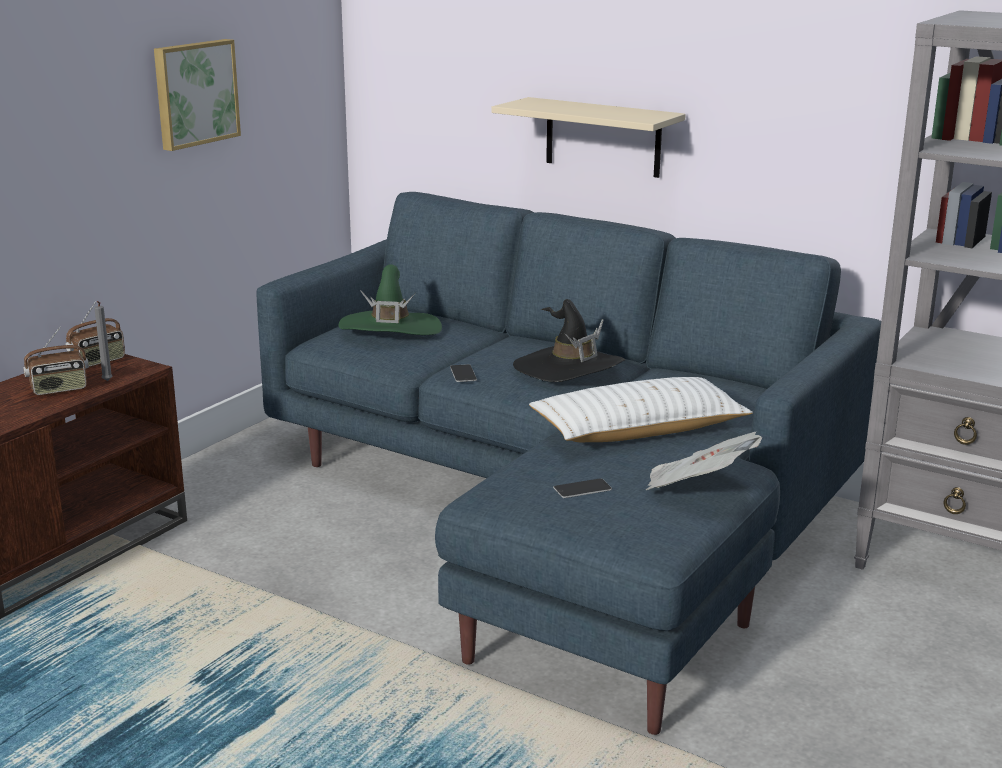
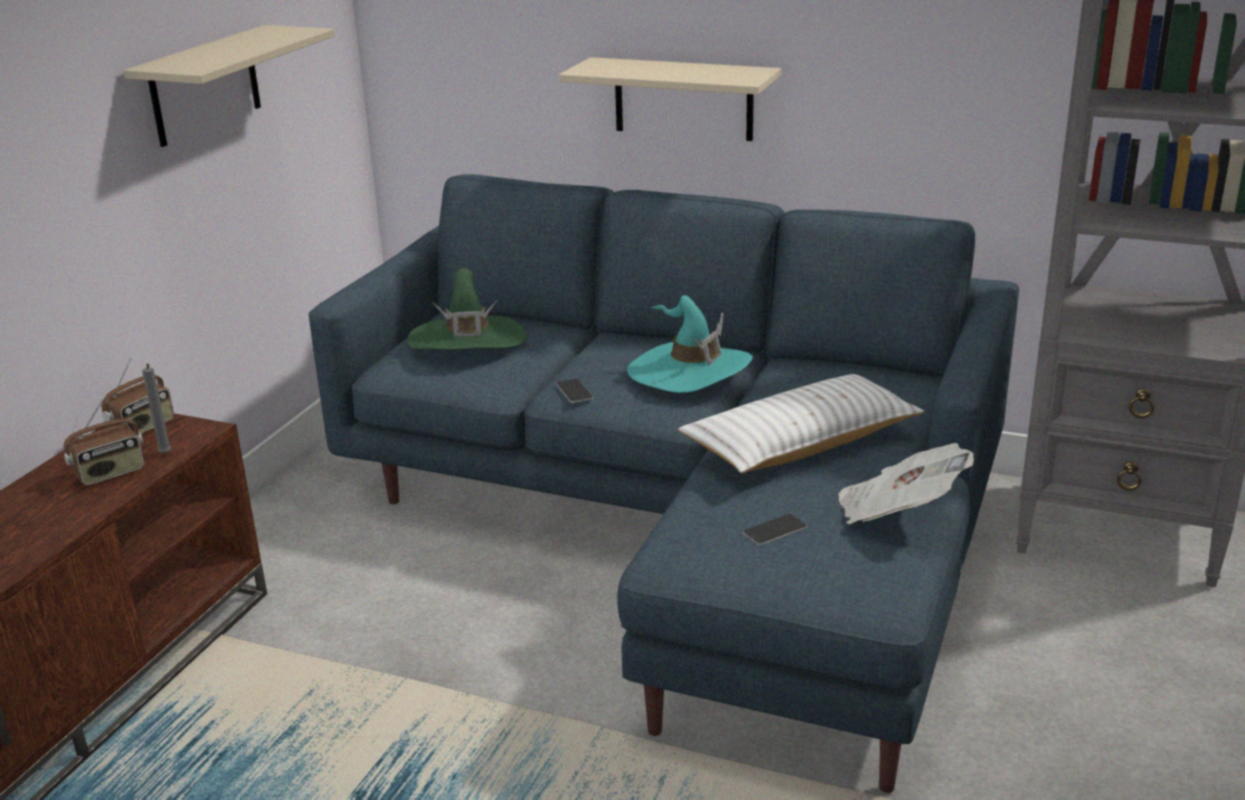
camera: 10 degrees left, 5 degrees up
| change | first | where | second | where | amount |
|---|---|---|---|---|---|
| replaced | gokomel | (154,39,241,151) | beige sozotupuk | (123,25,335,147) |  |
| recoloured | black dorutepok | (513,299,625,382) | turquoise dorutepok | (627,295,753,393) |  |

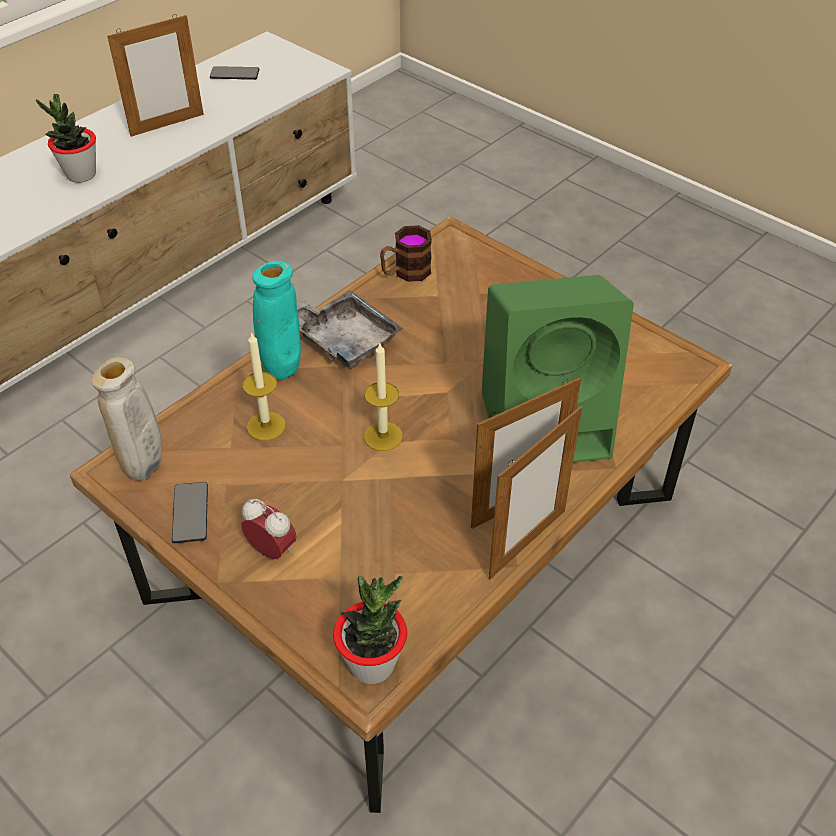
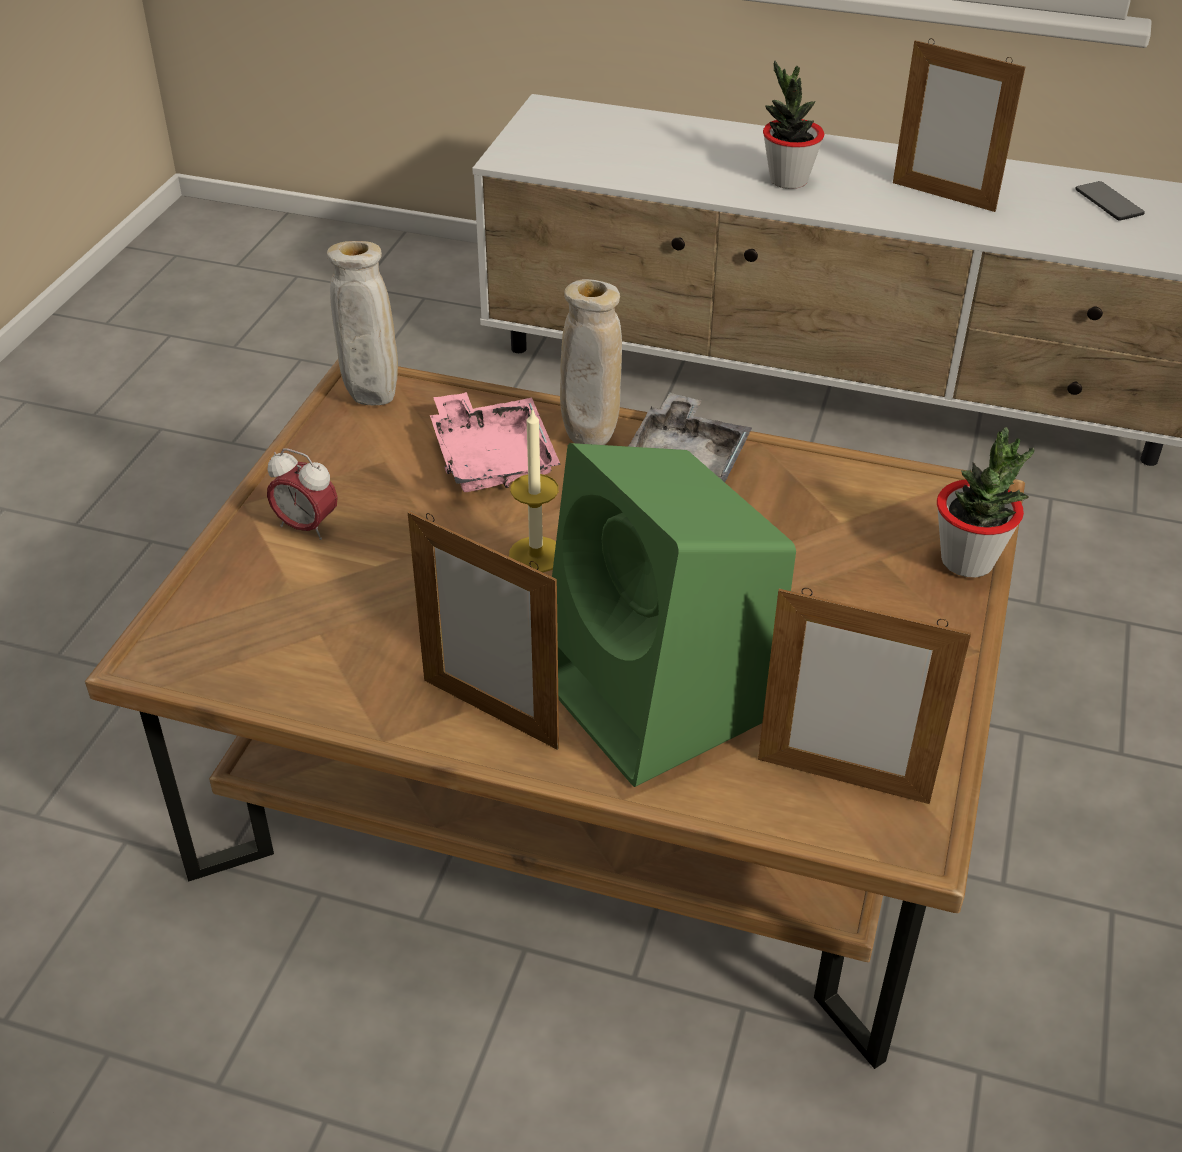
camera: 65 degrees right, 5 degrees down
| change | first | where | second | where | amount |
|---|---|---|---|---|---|
| removed | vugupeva | (172,482,208,543) |  |  |  |
| turned | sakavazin | (241,499,296,559) |  | (267,448,338,540) | 105 degrees clockwise |
| replaced | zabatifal | (242,332,286,440) | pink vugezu | (430,392,561,492) |  |
| recoloured | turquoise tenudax | (252,261,301,380) | beige tenudax | (560,279,622,445) |  |
| moved | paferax | (333,576,407,684) |  | (937,427,1034,577) |  |
| removed | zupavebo | (380,225,432,282) |  |  |  |
| moved | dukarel | (489,406,582,579) |  | (758,588,971,804) |  |

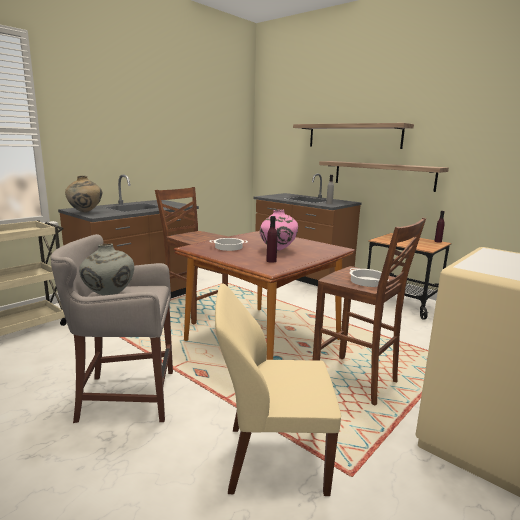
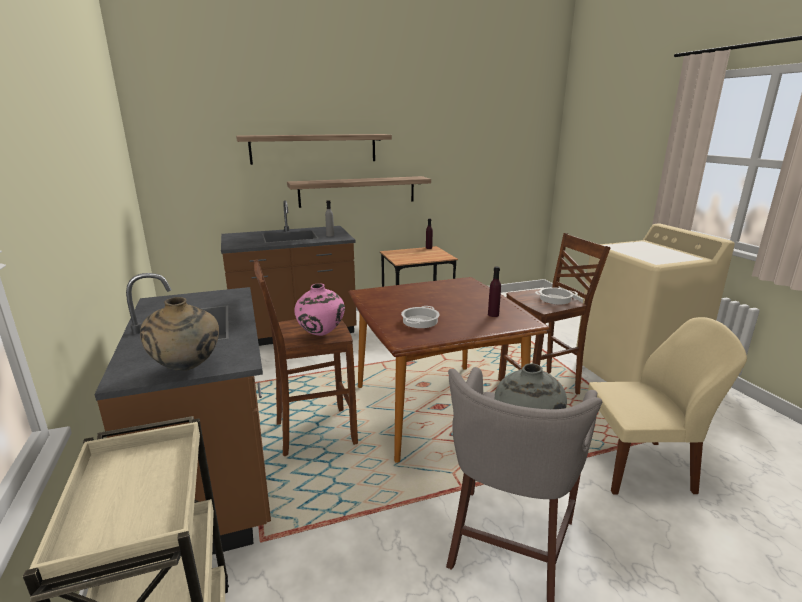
camera: 60 degrees left, 5 degrees up
| change | first | where | second | where | amount |
|---|---|---|---|---|---|
| turned | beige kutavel | (215,283,341,496) |  | (588,317,747,495) | 120 degrees counterclockwise |
| moved | pink tenudax | (260,209,298,251) |  | (294,283,345,336) |  |

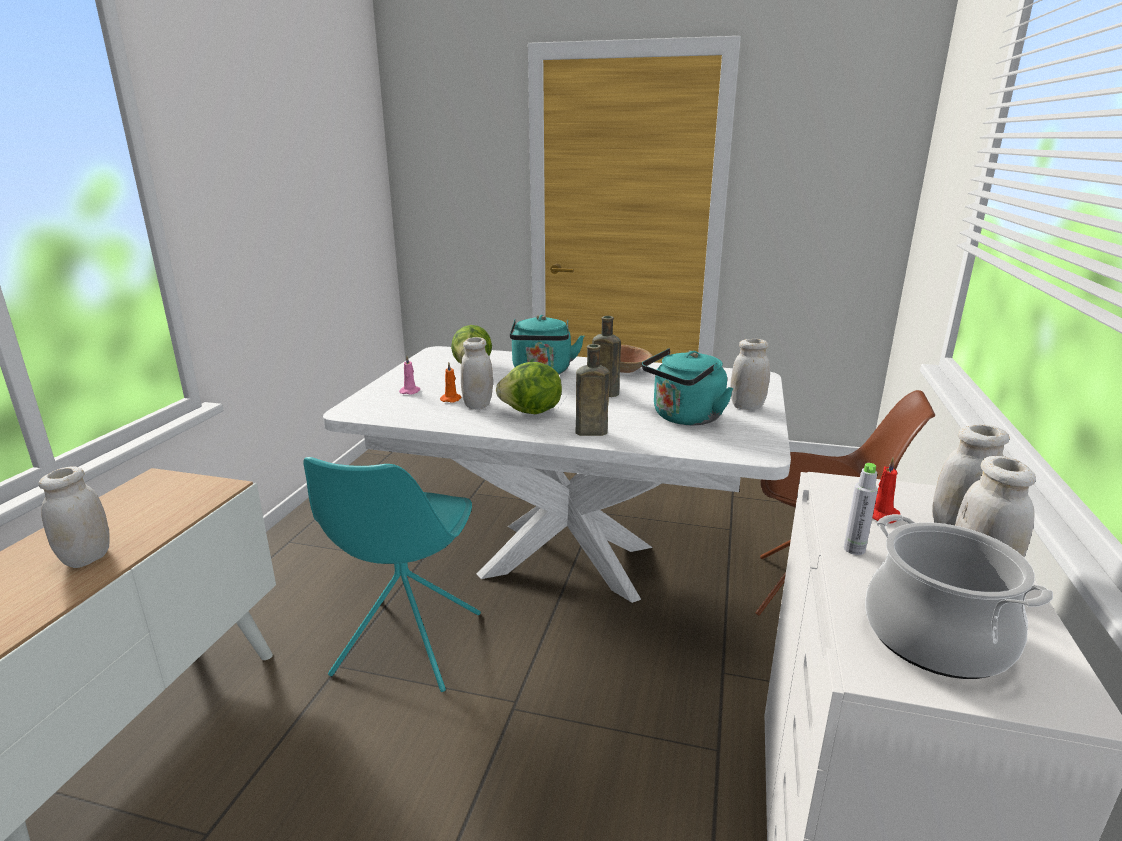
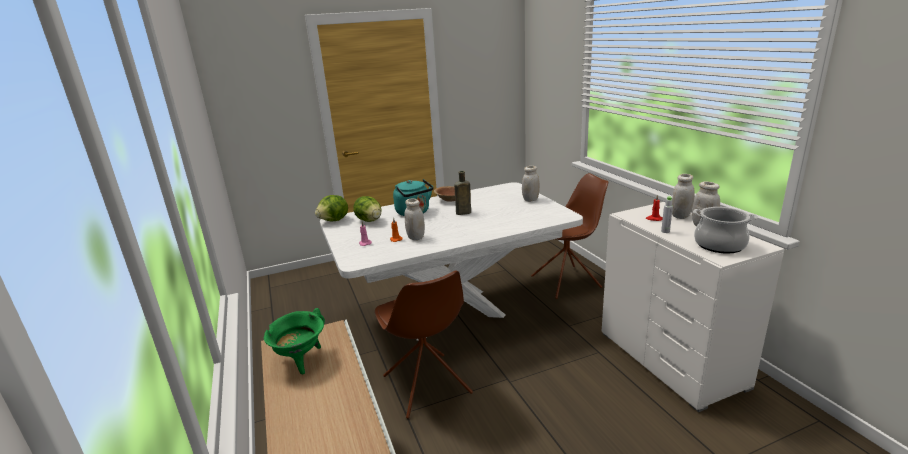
camera: 35 degrees left, 0 degrees up
| change | first | where | second | where | amount |
|---|---|---|---|---|---|
| removed | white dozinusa | (39,466,110,568) |  |  |  |
| recoloured | turquoise kutavel | (303,457,481,692) | brown kutavel | (375,271,473,419) |  |
| moved | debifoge | (496,362,562,414) |  | (315,195,348,222) |  |
| removed | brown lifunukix | (576,344,610,436) |  |  |  |
| removed | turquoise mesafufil | (642,348,733,425) |  |  |  |
| added |  |  | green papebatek | (264,308,325,374) |  |

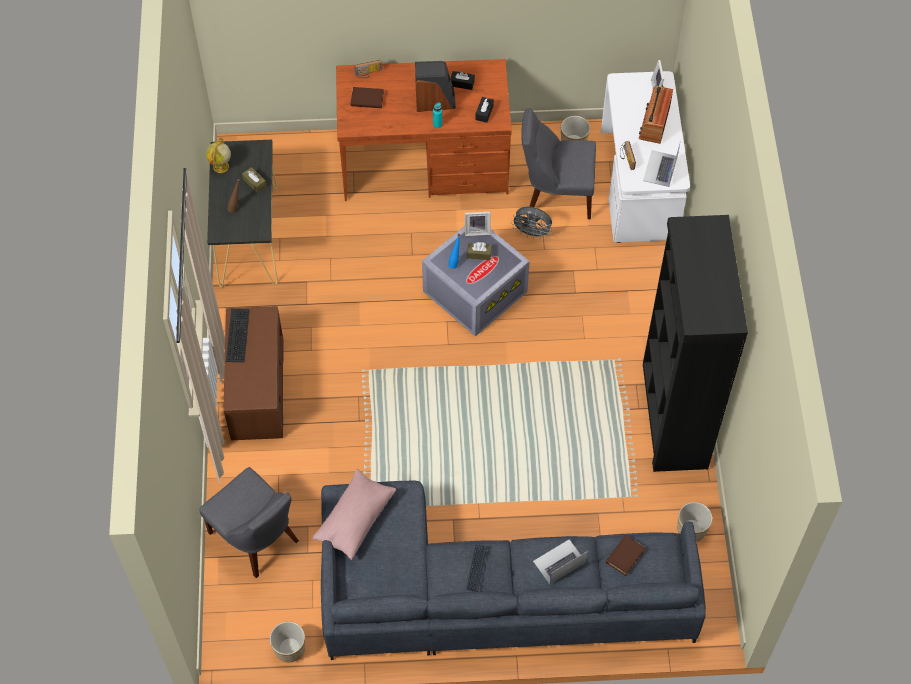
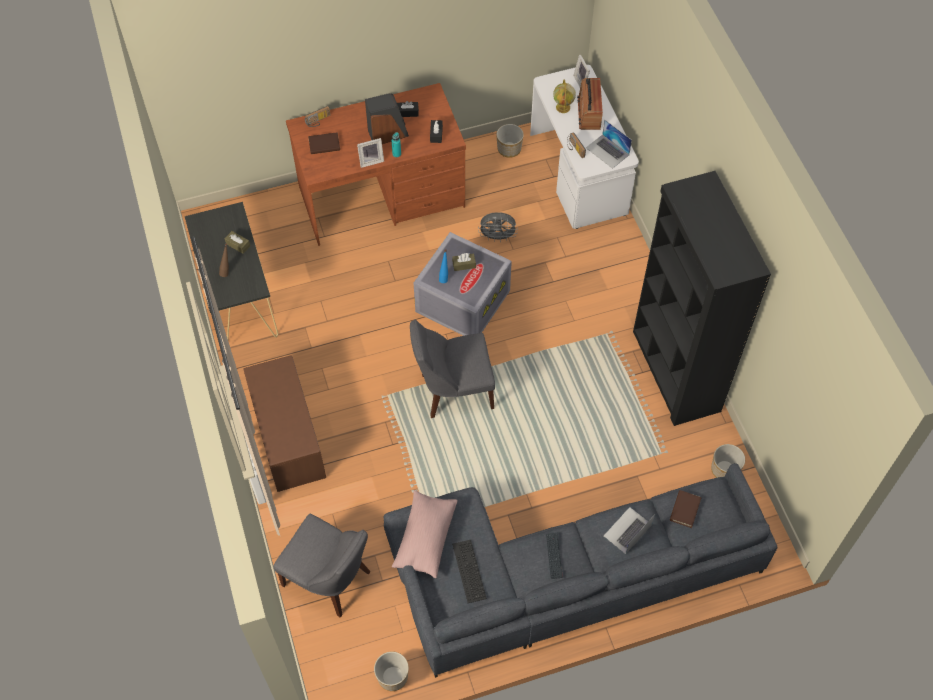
camera: 15 degrees left, 0 degrees up
| change | first | where | second | where | amount |
|---|---|---|---|---|---|
| moved | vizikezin | (206,138,231,173) |  | (553,79,576,113) |  |
| moved | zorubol | (226,309,250,362) |  | (452,540,487,603) |  |
| moved | dukarel | (465,211,491,236) |  | (357,138,384,168) |  |
| moved | grey kutavel | (521,108,596,219) |  | (410,320,495,418) |  |
| turned | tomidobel | (643,144,680,187) |  | (586,119,632,169) | 45 degrees counterclockwise |

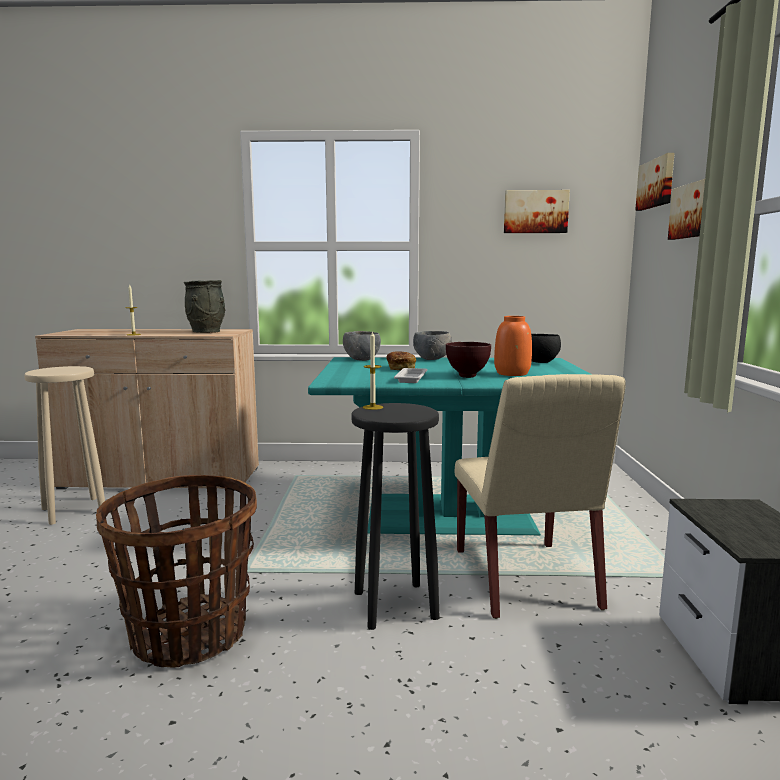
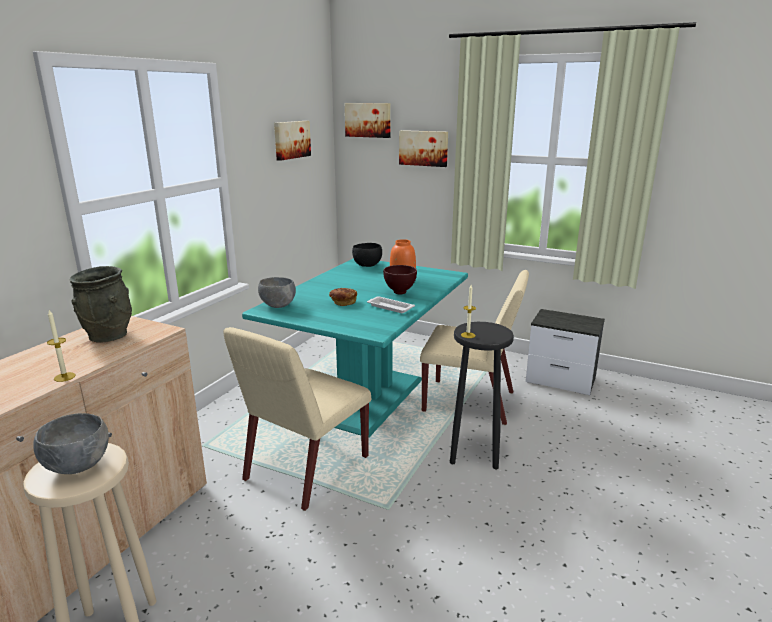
camera: 65 degrees left, 10 degrees up
| change | first | where | second | where | amount |
|---|---|---|---|---|---|
| removed | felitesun | (96,475,257,668) |  |  |  |
| moved | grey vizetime | (413,331,452,360) |  | (33,413,109,474) |  |
| added |  |  | beige kutavel | (223,327,371,511) |  |

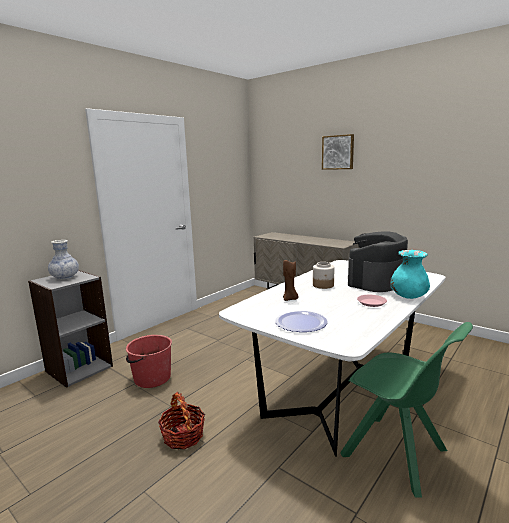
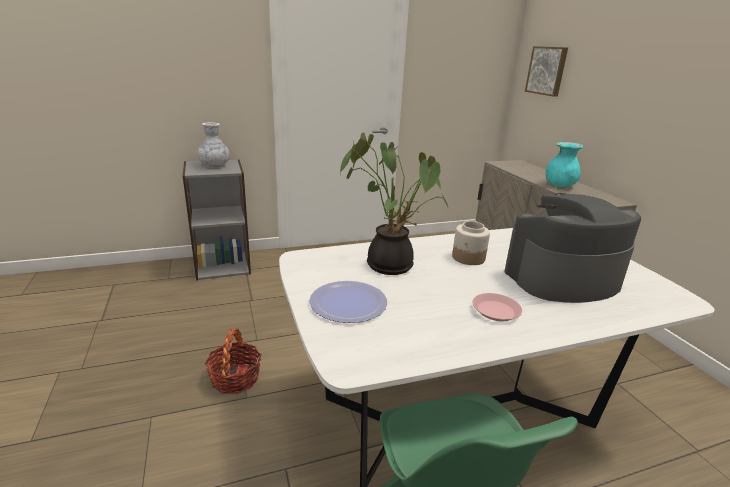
camera: 30 degrees right, 10 degrees up
| change | first | where | second | where | amount |
|---|---|---|---|---|---|
| removed | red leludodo | (126,335,172,388) |  |  |  |
| replaced | brown zabatifal | (283,259,299,301) | paferax | (340,132,448,275) |  |
| moved | gokomel | (322,134,354,170) |  | (525,46,568,97) |  |
| moved | turquoise tenudax | (390,250,430,299) |  | (546,142,583,187) |  |

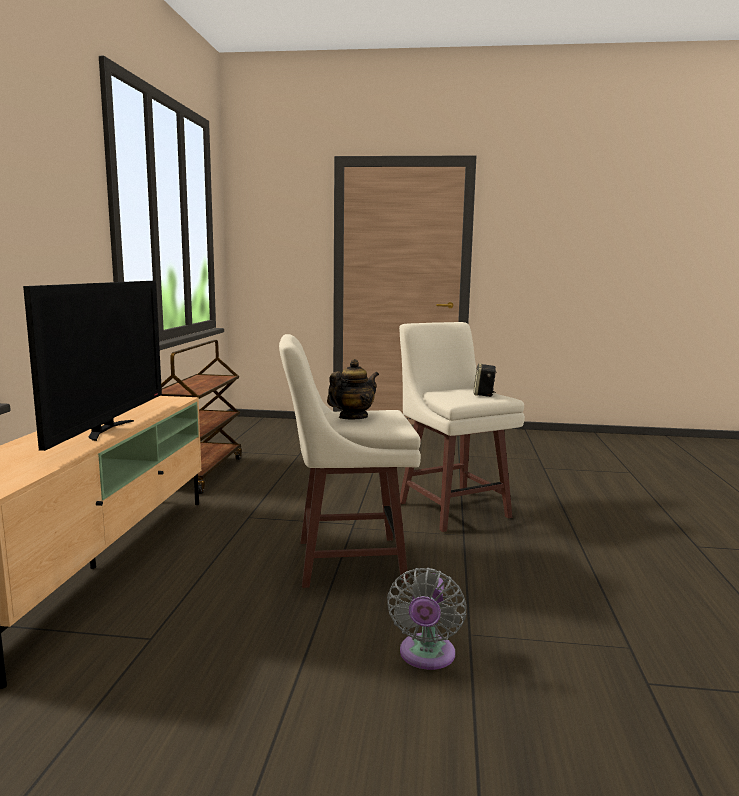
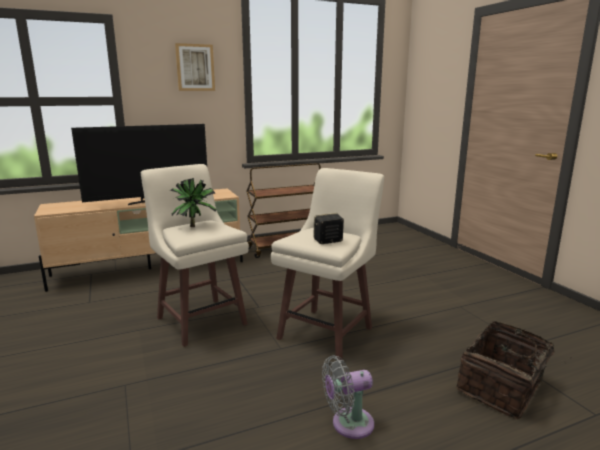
camera: 60 degrees right, 5 degrees up
| change | first | where | second | where | amount |
|---|---|---|---|---|---|
| replaced | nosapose | (327,359,379,419) | paferax | (170,178,216,227) |  |
| moved | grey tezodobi | (387,568,466,670) |  | (322,356,374,439) |  |
| added |  |  | gokomel | (175,43,215,91) |  |
| added |  |  | felitesun | (456,321,571,419) |  |

